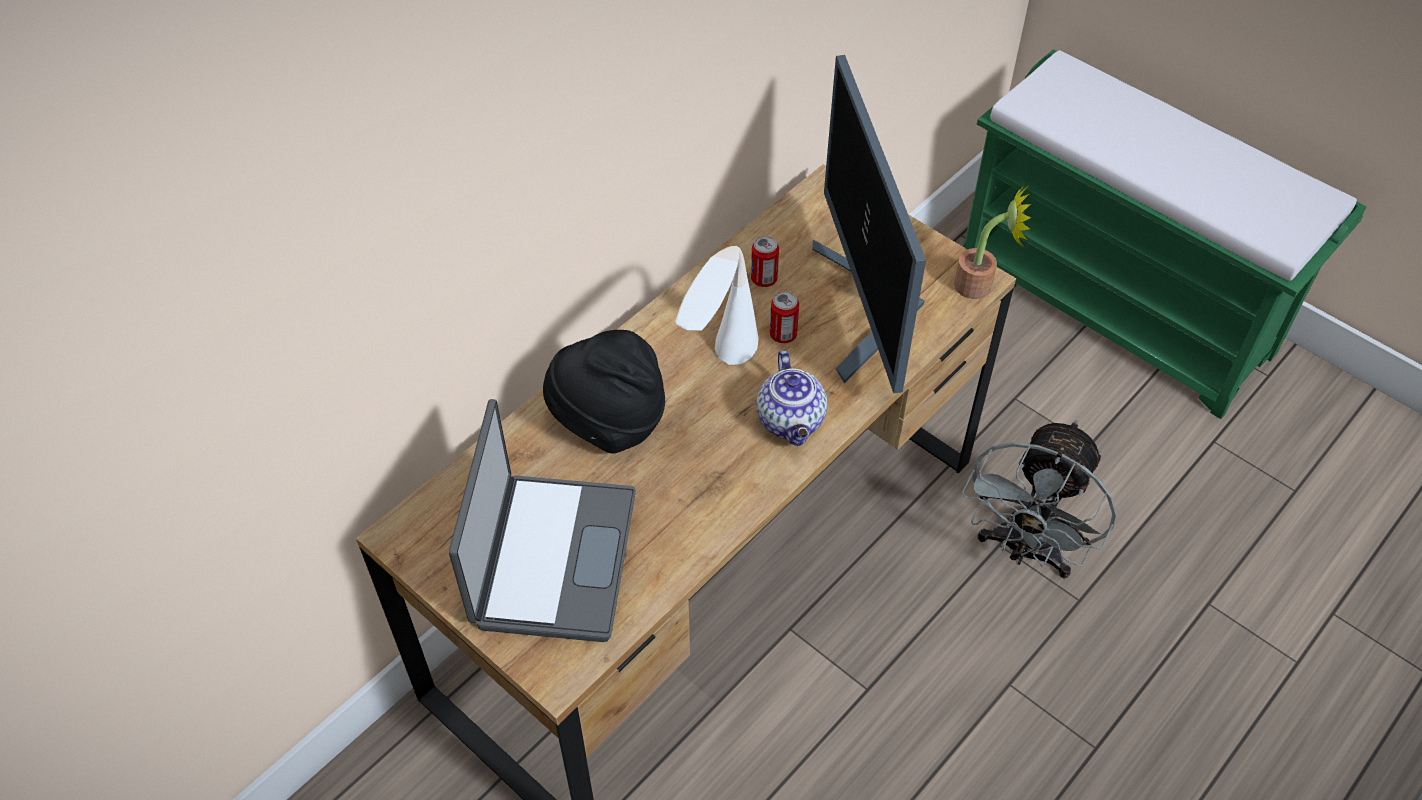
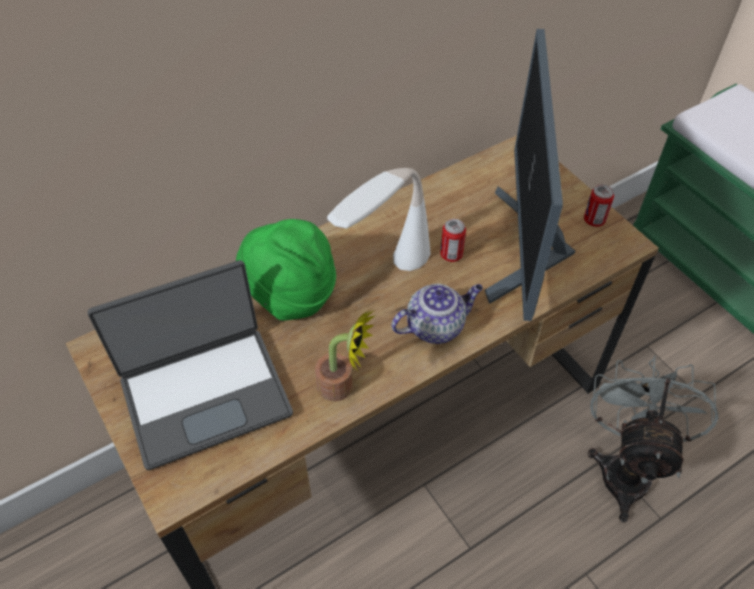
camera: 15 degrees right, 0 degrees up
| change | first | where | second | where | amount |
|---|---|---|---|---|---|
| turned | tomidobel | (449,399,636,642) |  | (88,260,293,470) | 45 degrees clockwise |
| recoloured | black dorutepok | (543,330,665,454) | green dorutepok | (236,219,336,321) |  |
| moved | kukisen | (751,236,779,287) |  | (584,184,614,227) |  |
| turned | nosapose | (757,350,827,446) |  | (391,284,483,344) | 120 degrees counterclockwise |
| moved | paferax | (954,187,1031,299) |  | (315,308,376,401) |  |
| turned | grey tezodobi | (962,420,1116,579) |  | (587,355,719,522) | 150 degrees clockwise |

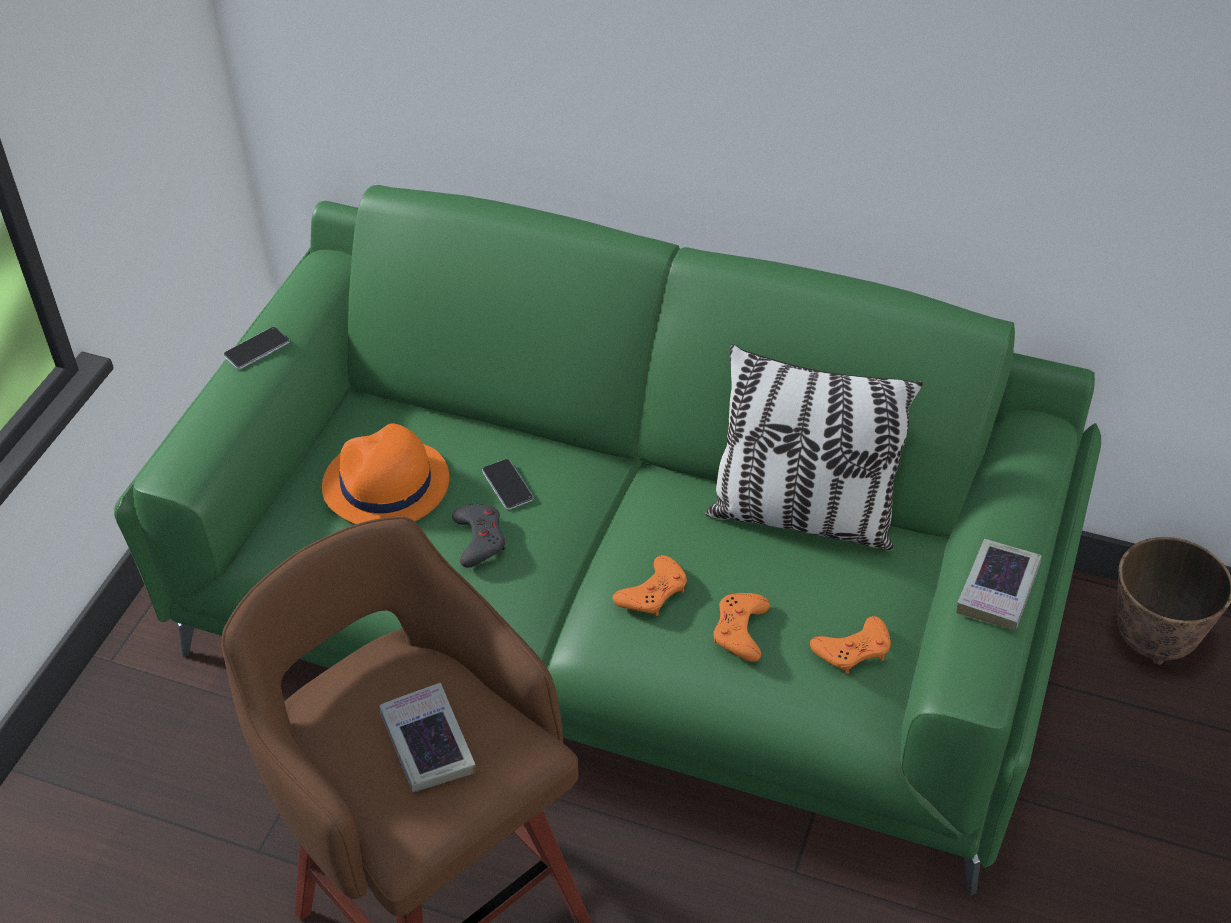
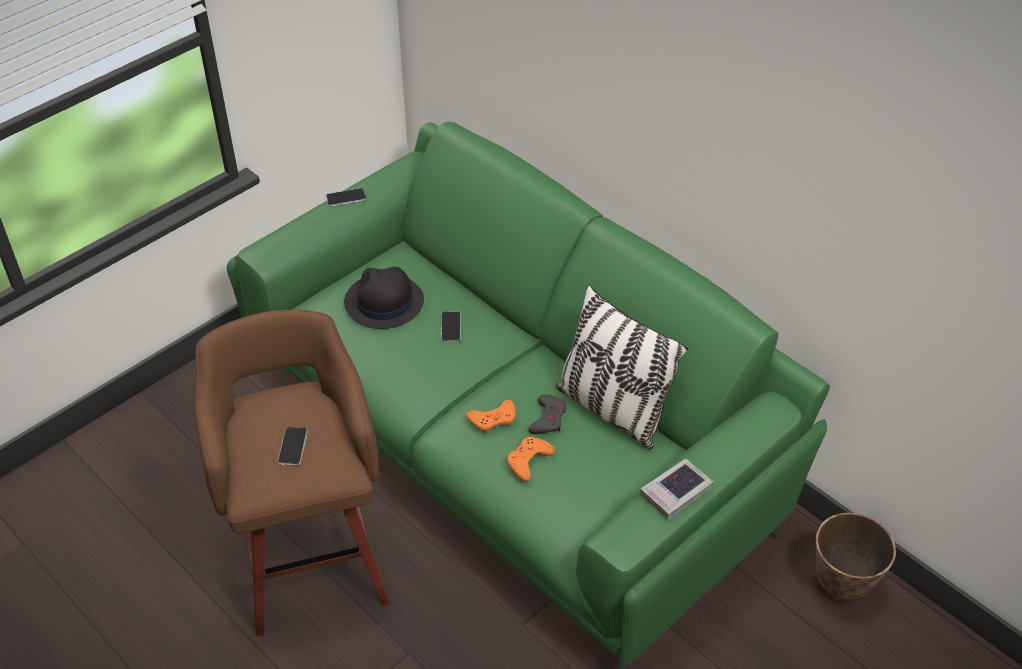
camera: 25 degrees right, 0 degrees up
| change | first | where | second | where | amount |
|---|---|---|---|---|---|
| recoloured | orange dorutepok | (322,423,449,524) | black dorutepok | (344,267,424,329) |  |
| replaced | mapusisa | (379,683,476,792) | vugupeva | (277,427,308,465) |  |
| moved | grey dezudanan | (452,504,505,568) |  | (528,394,566,434) |  |
| removed | orange dezudanan | (810,616,891,674) |  |  |  |

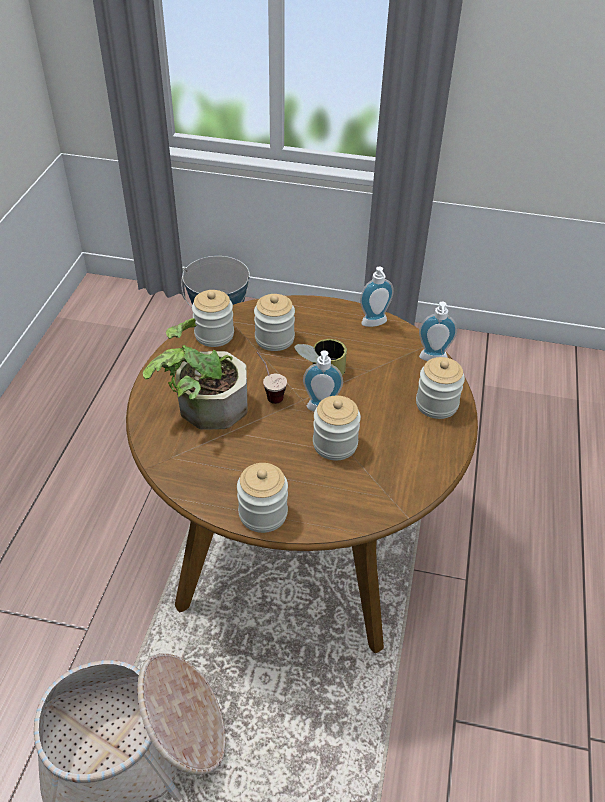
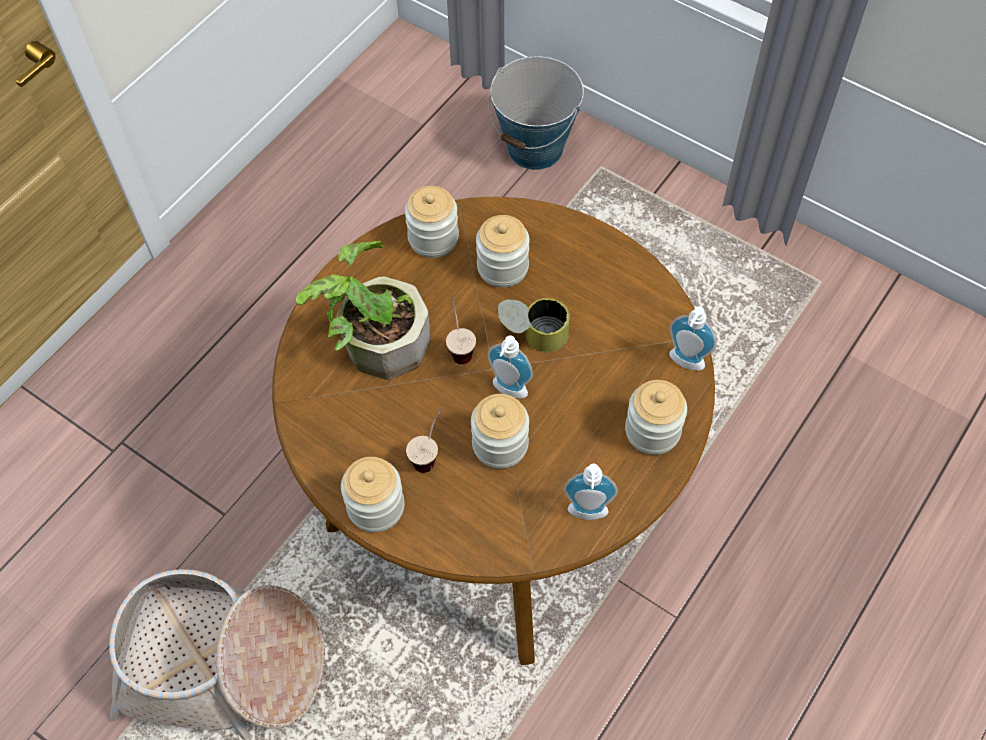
camera: 25 degrees right, 15 degrees up
| change | first | where | second | where | amount |
|---|---|---|---|---|---|
| moved | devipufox | (360,266,394,327) |  | (563,464,618,520) |  |
| added |  |  | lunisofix | (406,407,443,473) |  |

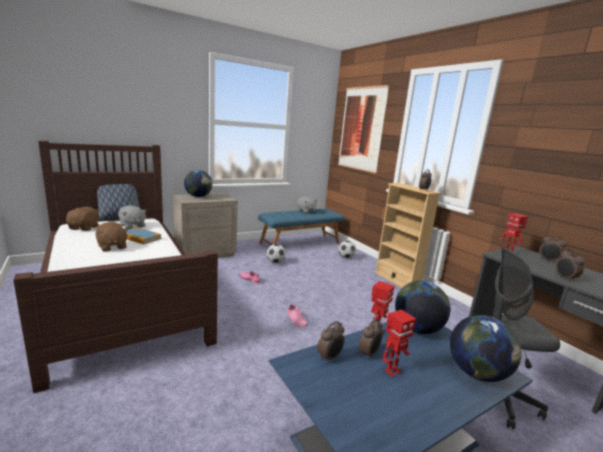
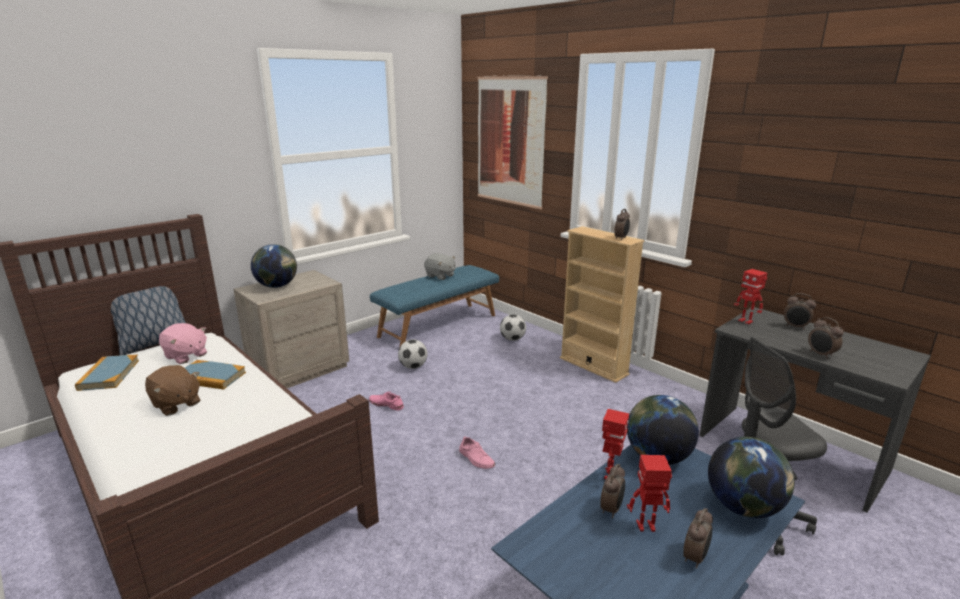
camera: 10 degrees left, 5 degrees up
| change | first | where | second | where | amount |
|---|---|---|---|---|---|
| replaced | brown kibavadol | (66,207,100,231) | mapusisa | (75,354,139,391) |  |
| recoloured | grey kibavadol | (118,205,147,229) | pink kibavadol | (159,323,207,364) |  |
| moved | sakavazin | (317,321,344,363) |  | (683,508,713,569) |  |
| turned | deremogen | (382,309,416,377) |  | (627,455,672,532) | 135 degrees counterclockwise |

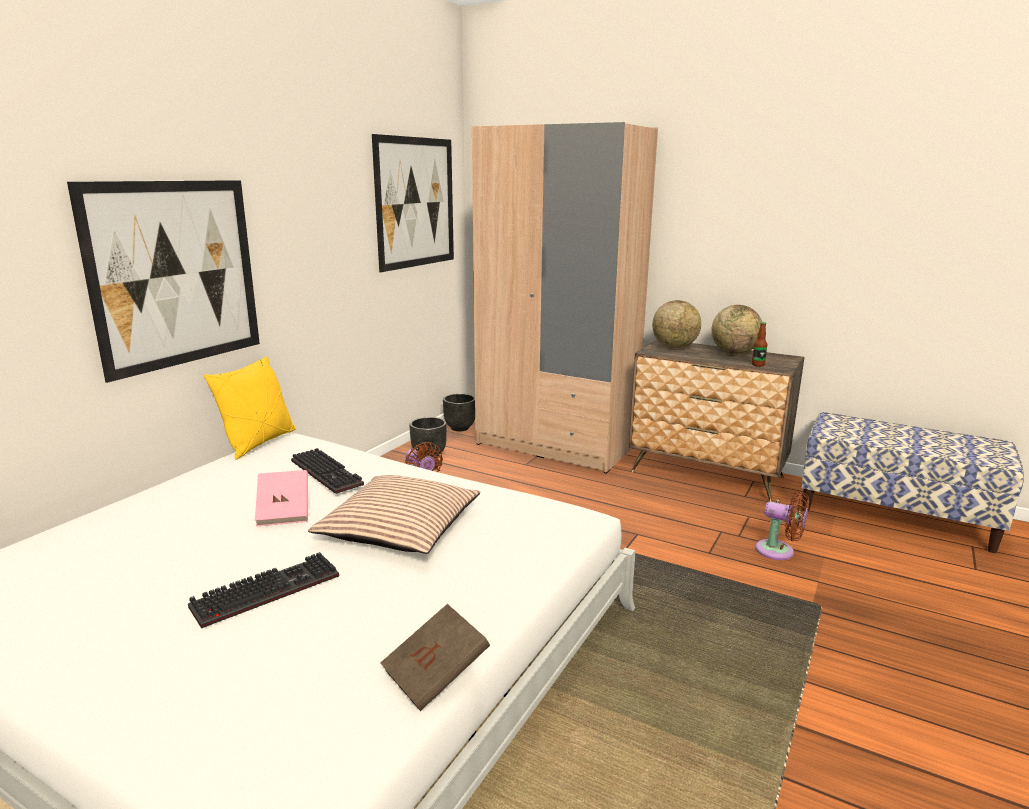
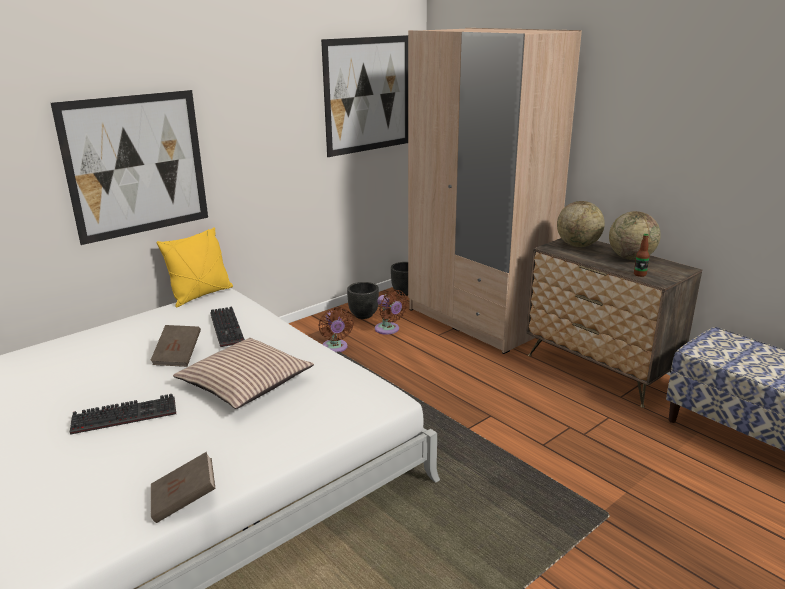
camera: 20 degrees right, 5 degrees up
| change | first | where | second | where | amount |
|---|---|---|---|---|---|
| recoloured | pink mapusisa | (255,470,308,527) | brown mapusisa | (150,325,201,367) |  |
| moved | brown tezodobi | (755,492,809,560) |  | (375,290,408,335) |  |

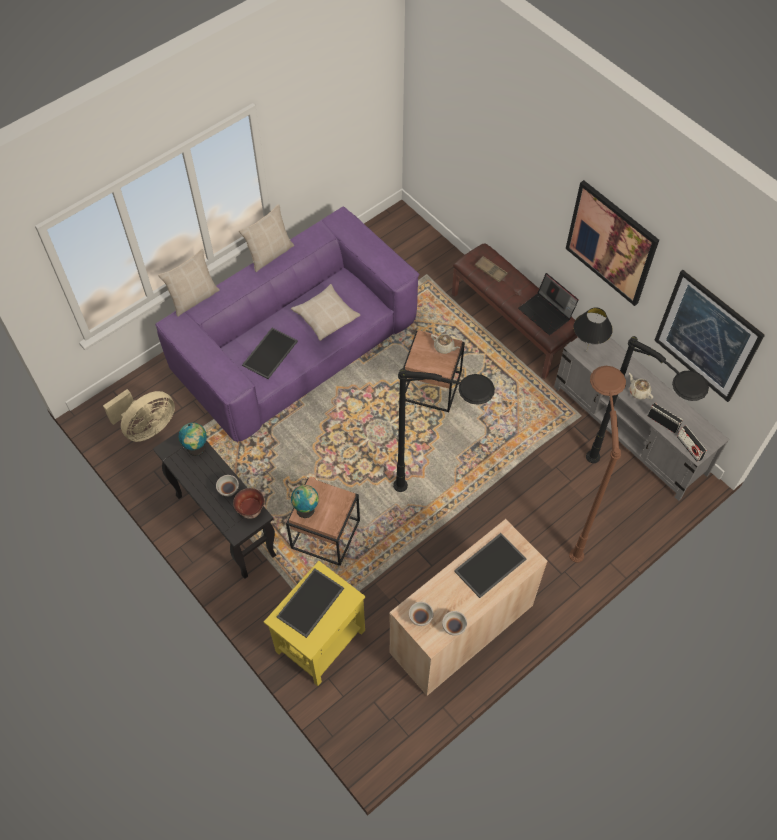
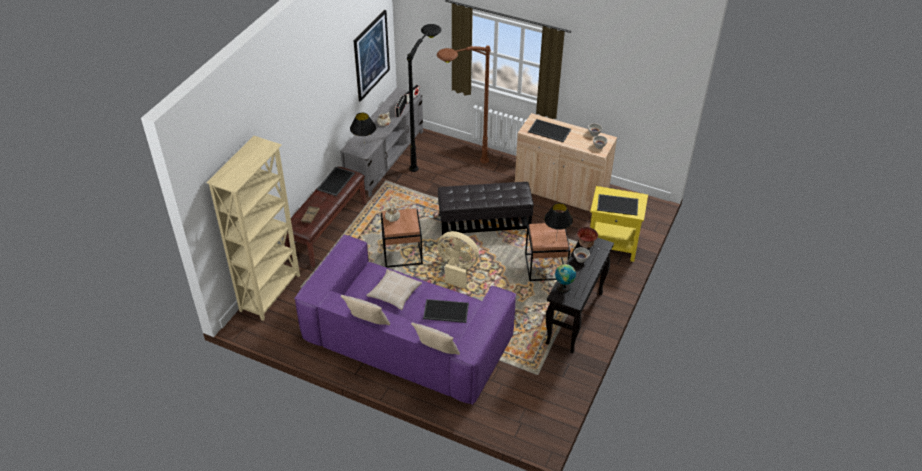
camera: 115 degrees left, 15 degrees down
| change | first | where | second | where | amount |
|---|---|---|---|---|---|
| moved | beige tezodobi | (103,389,175,442) |  | (437,231,479,289) |  |
| replaced | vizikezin | (291,485,319,518) | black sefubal | (544,203,573,240) |  |
| replaced | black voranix | (393,368,495,492) | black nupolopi | (438,182,534,235) |  |
| replaced | tomidobel | (518,273,579,335) | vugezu | (317,167,355,196) |  |
| removed | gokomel | (566,180,659,306) |  |  |  |
| added |  |  | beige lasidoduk | (206,136,300,321) |  |

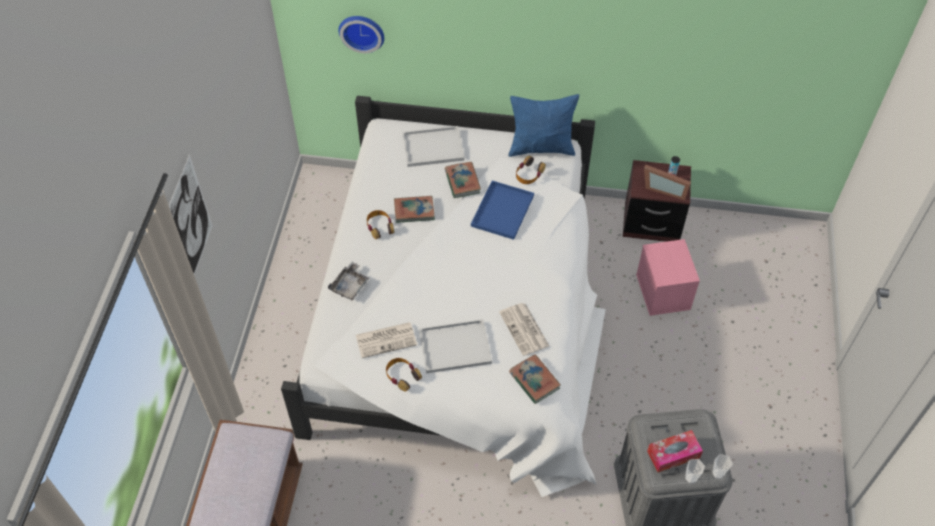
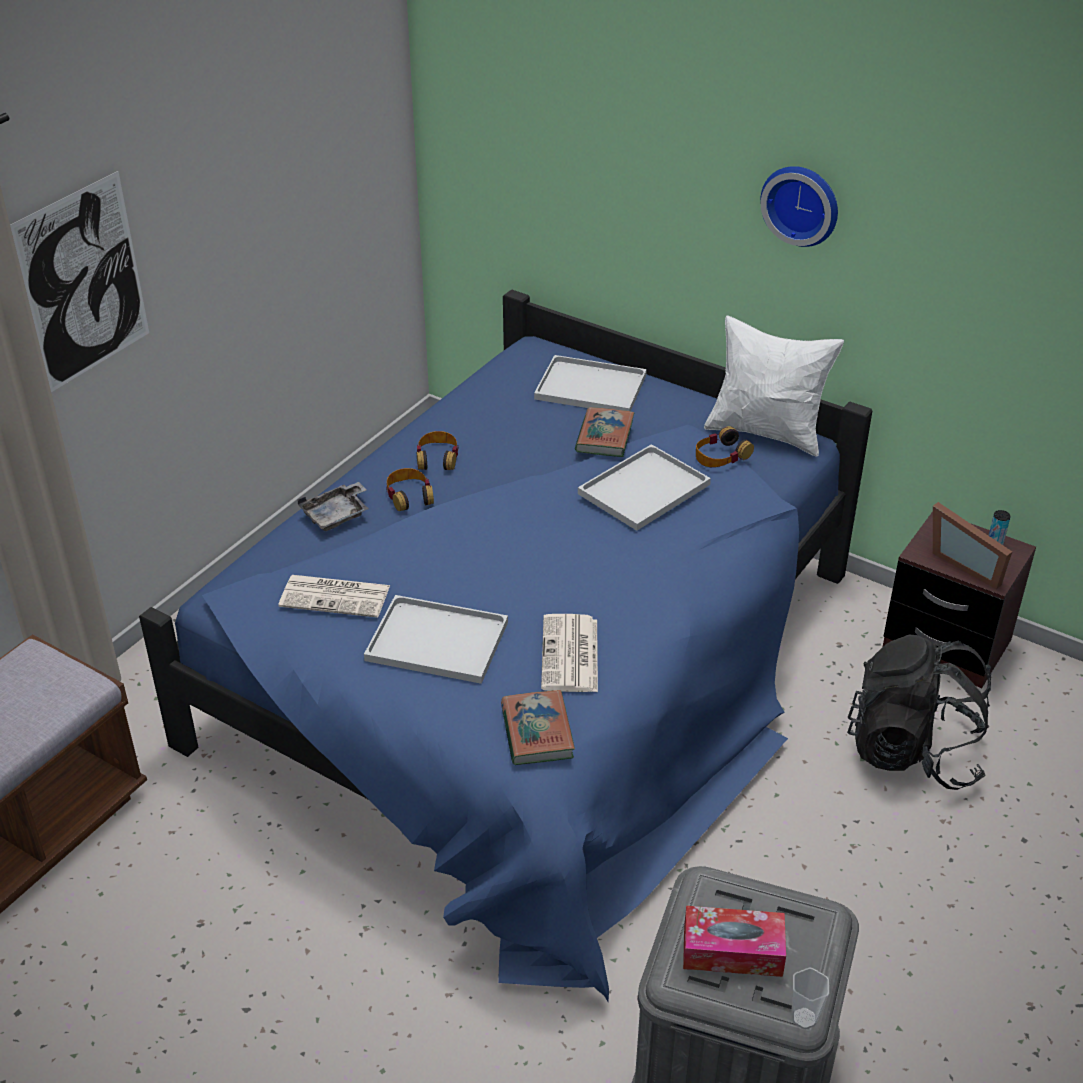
camera: 25 degrees right, 15 degrees down
| change | first | where | second | where | amount |
|---|---|---|---|---|---|
| recoloured | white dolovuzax | (281,96,606,497) | blue dolovuzax | (139,289,872,1001) |  |
| moved | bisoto | (338,16,384,53) |  | (760,166,838,247) |  |
| moved | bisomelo | (386,358,422,392) |  | (386,468,434,511) |  |
| removed | mapusisa | (394,196,435,223) |  |  |  |
| recoloured | blue vugezu | (471,181,534,240) | white vugezu | (578,444,711,531) |  |
| recoloured | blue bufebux | (509,94,579,157) | white bufebux | (704,315,844,457) |  |
| replaced | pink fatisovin | (636,239,700,316) | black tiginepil | (847,635,992,790) |  |
| removed | lunisofix | (685,459,705,484) |  |  |  |

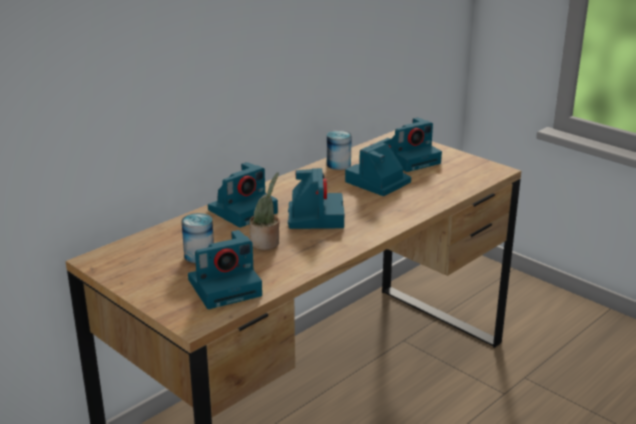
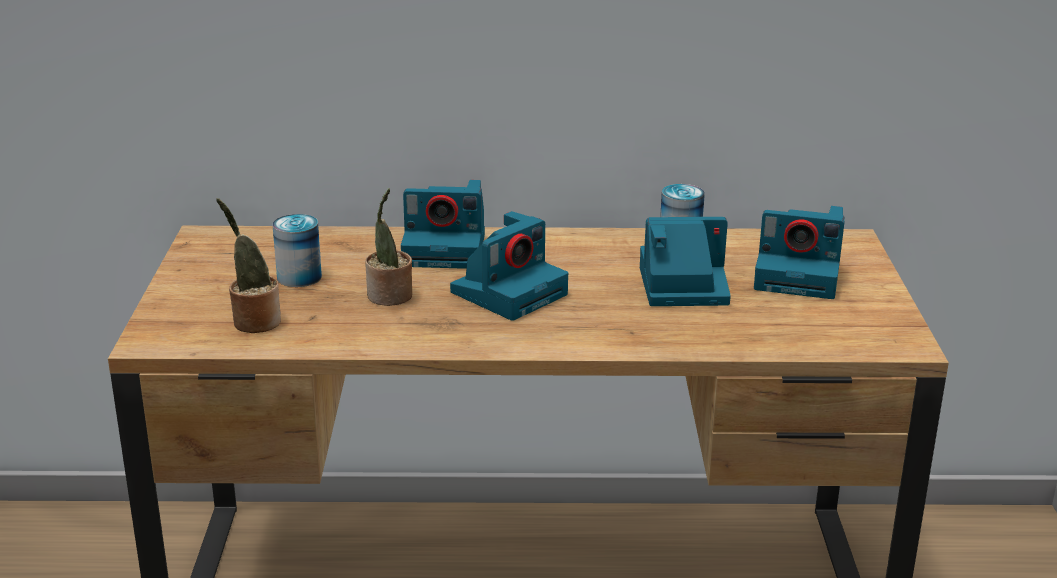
camera: 45 degrees right, 0 degrees up
| change | first | where | second | where | amount |
|---|---|---|---|---|---|
| replaced | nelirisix | (188,230,262,309) | paferax | (216,198,281,333) |  |

